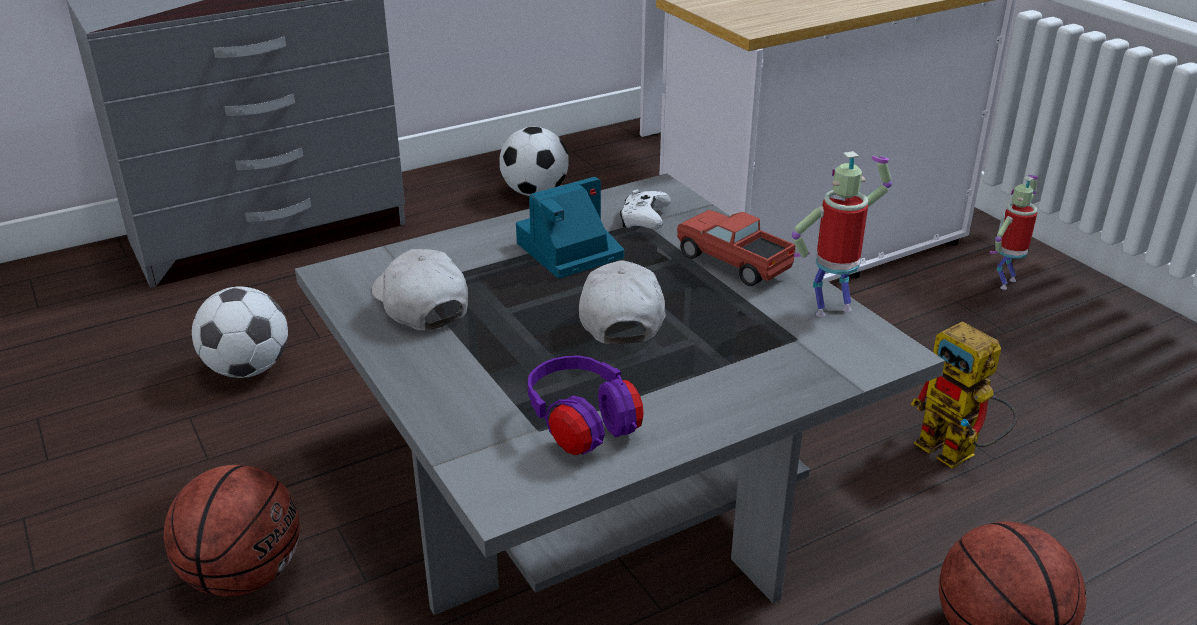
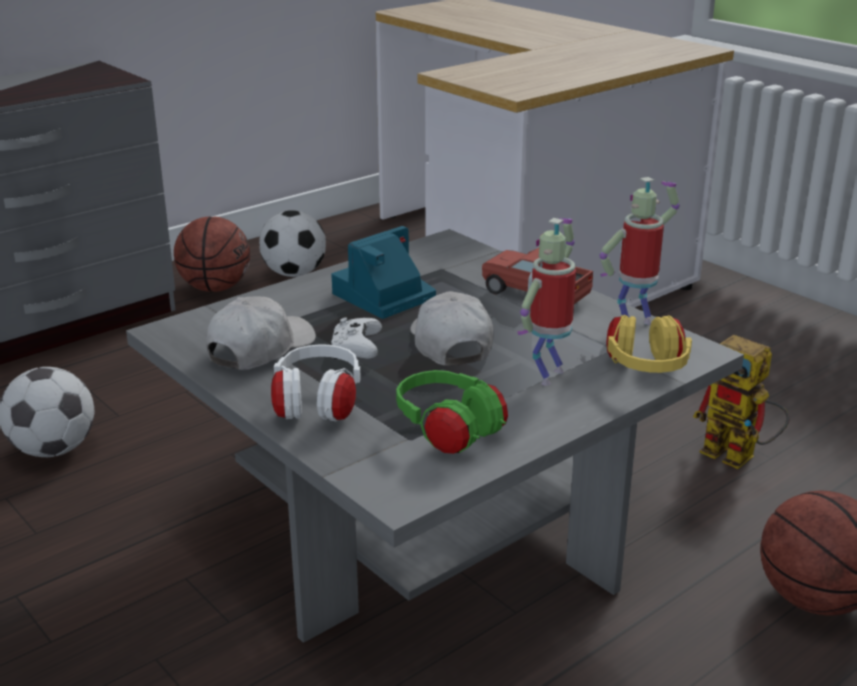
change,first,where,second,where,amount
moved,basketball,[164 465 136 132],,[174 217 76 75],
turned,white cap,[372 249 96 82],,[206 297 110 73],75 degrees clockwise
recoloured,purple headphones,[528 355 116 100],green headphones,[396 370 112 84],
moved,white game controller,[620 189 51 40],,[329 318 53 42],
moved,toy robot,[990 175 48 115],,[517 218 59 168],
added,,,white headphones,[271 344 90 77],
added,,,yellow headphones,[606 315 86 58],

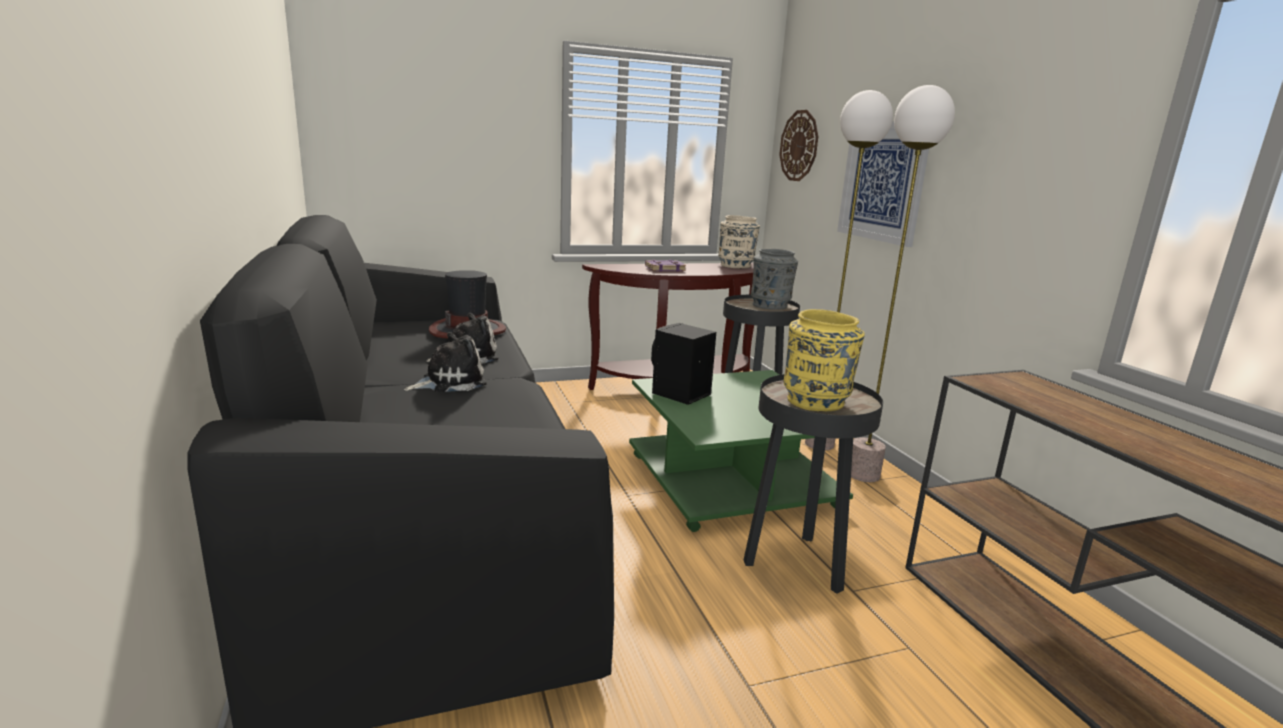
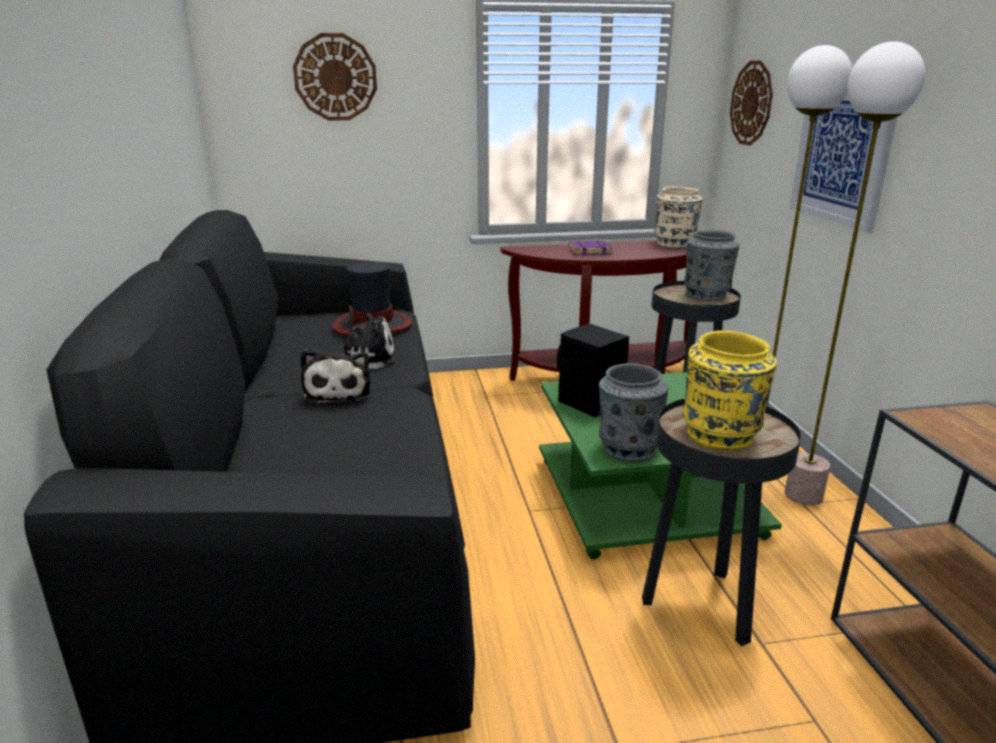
change,first,where,second,where,amount
turned,plush toy,[404 332 83 60],,[300 349 71 56],105 degrees clockwise
added,,,wall clock,[293 33 84 88],
added,,,grey vase,[599 363 70 99],

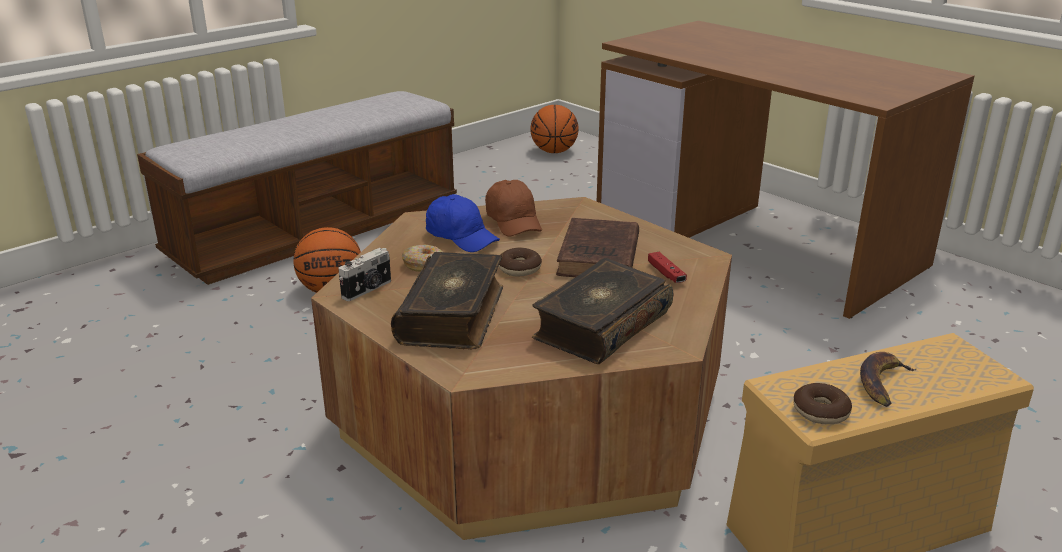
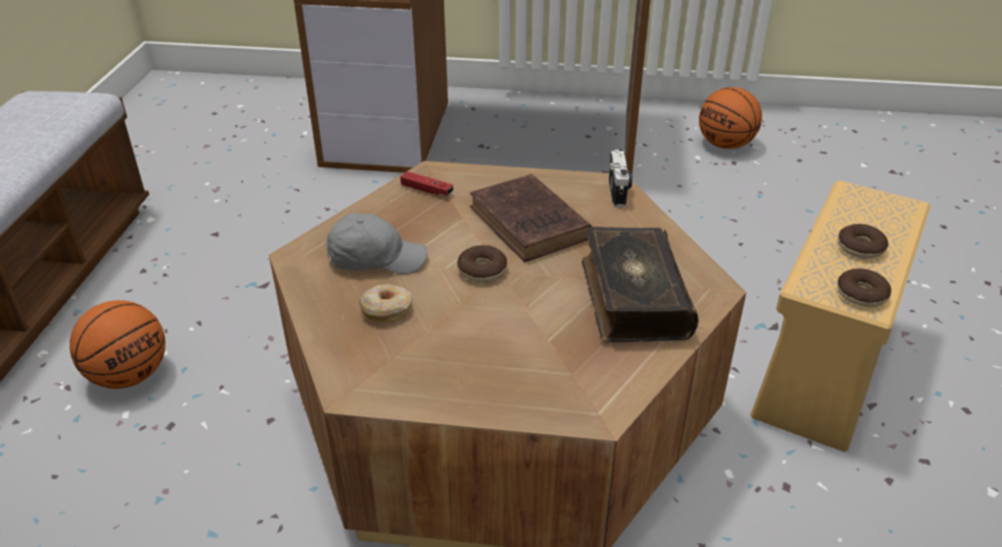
change,first,where,second,where,amount
moved,photo camera,[338 248 53 53],,[609 149 23 58],
removed,book,[391 252 112 97],,,
recoloured,blue cap,[426 194 74 58],grey cap,[326 213 101 61],
removed,brown cap,[485 180 57 57],,,
moved,basketball,[530 105 49 48],,[699 87 63 62],
moved,red game controller,[648 252 39 31],,[400 171 53 25],
replaced,banana,[860 352 56 55],donut,[838 224 50 34],

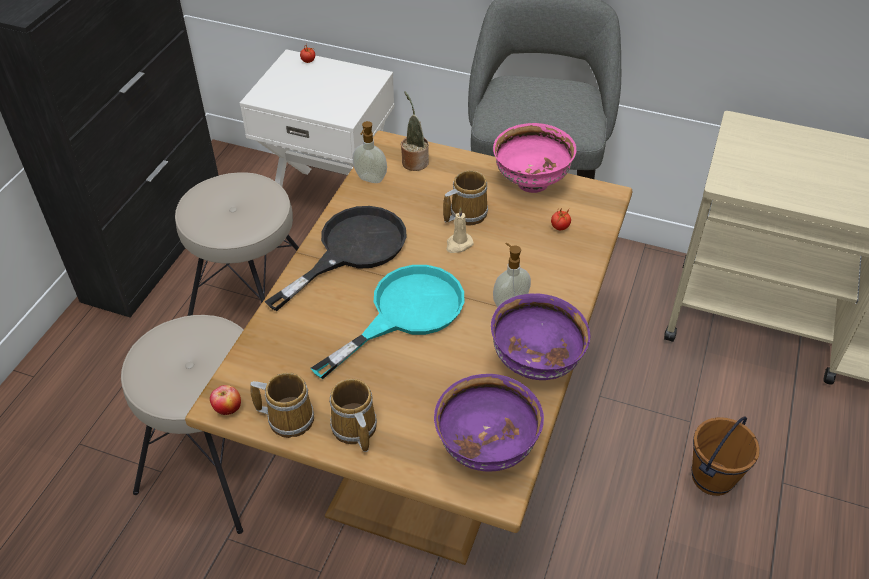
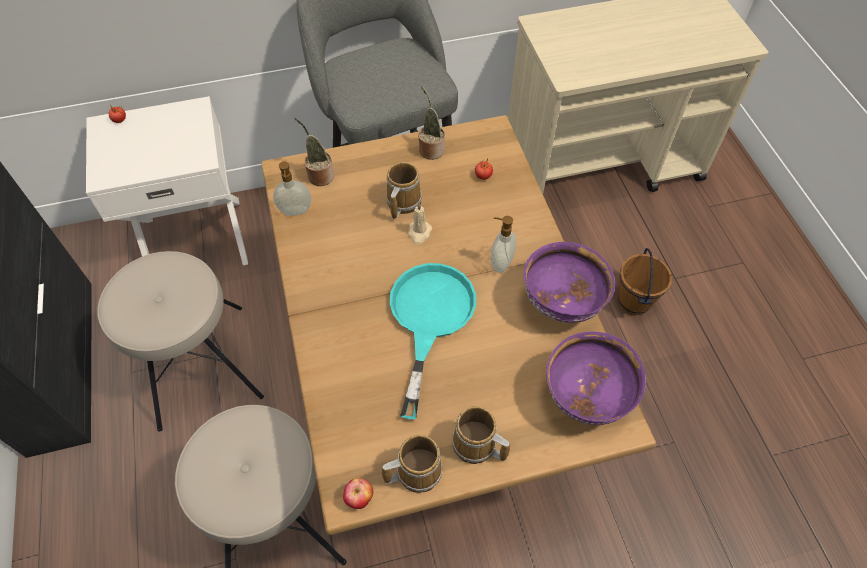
change,first,where,second,where,amount
removed,black frying pan,[265 206 142 105],,,
replaced,pink bowl,[493 123 83 70],potted plant,[418 86 27 74],

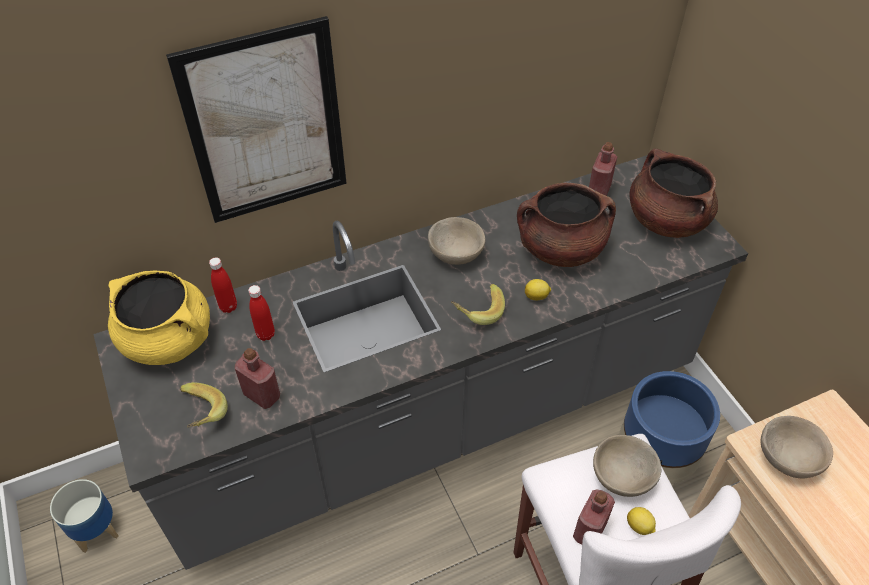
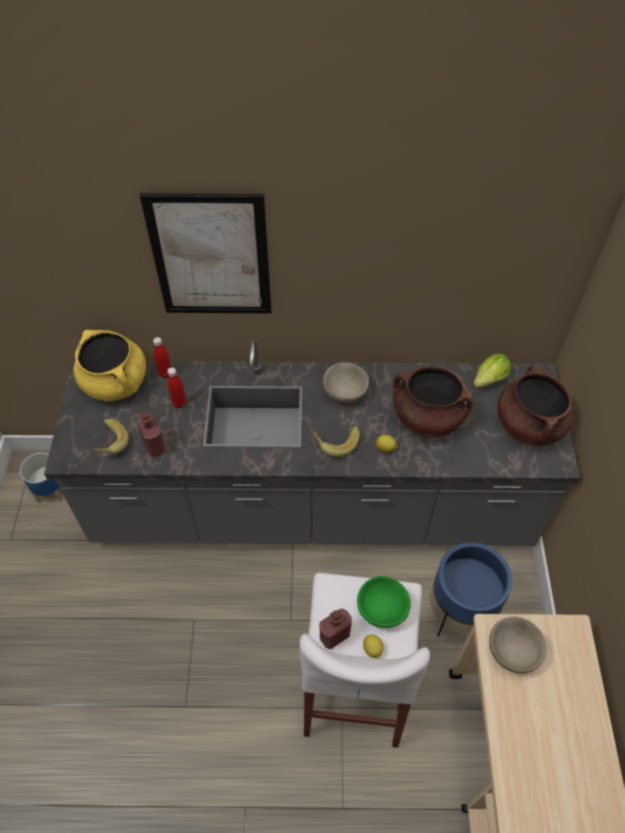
change,first,where,second,where,amount
replaced,red bottle,[589 142 28 54],lettuce,[473 353 38 35],
recoloured,beige bowl,[593 435 68 62],green bowl,[357 576 54 52],

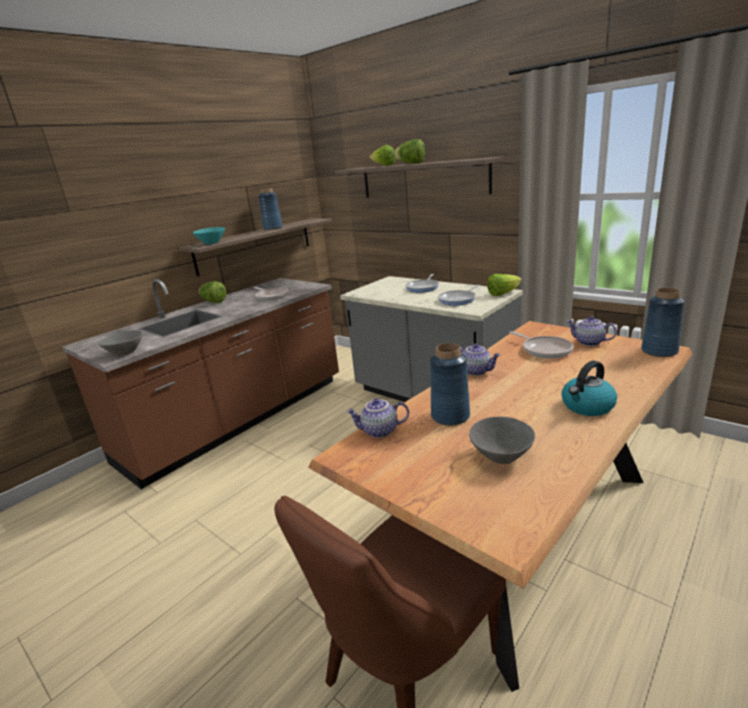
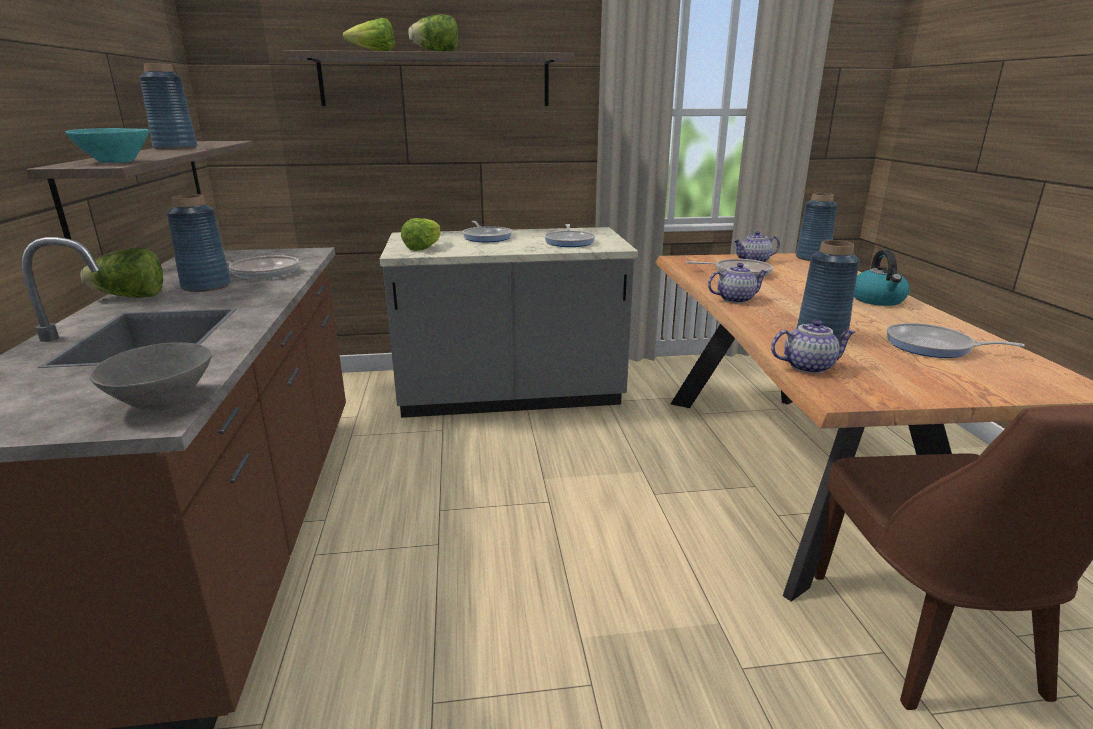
change,first,where,second,where,amount
turned,teapot,[346 398 63 40],,[771 320 84 54],135 degrees counterclockwise
replaced,grey bowl,[469 417 66 47],frying pan,[886 323 139 35],
moved,lettuce,[487 274 35 22],,[401 218 39 33],
added,,,blue vase,[166 195 65 97],

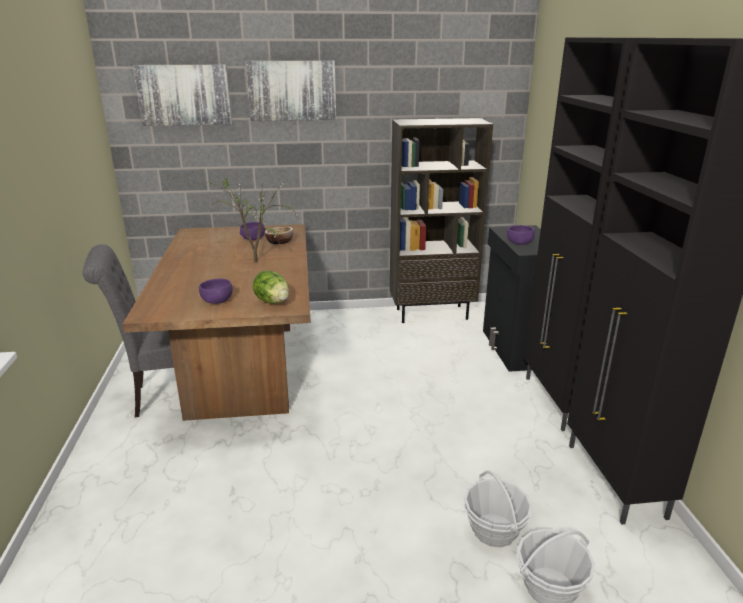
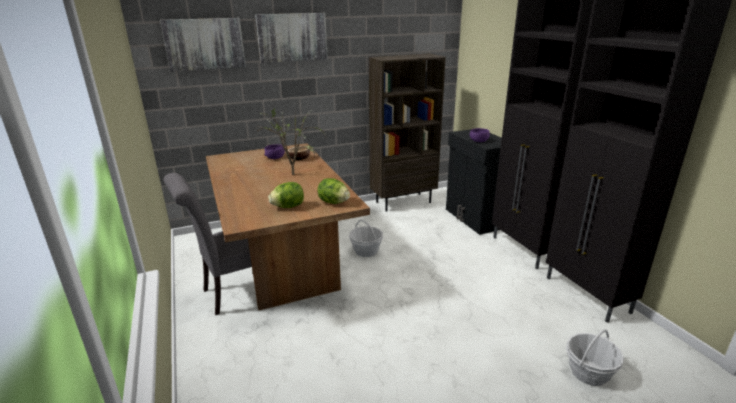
change,first,where,second,where,amount
replaced,purple bowl,[199 279 34 25],lettuce,[268 182 36 26],
moved,basket,[464 470 68 77],,[349 220 34 37],

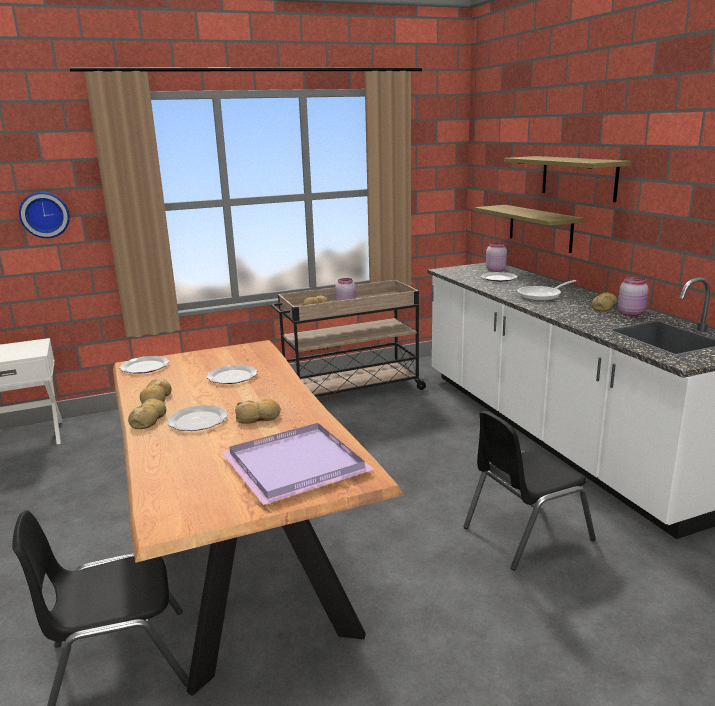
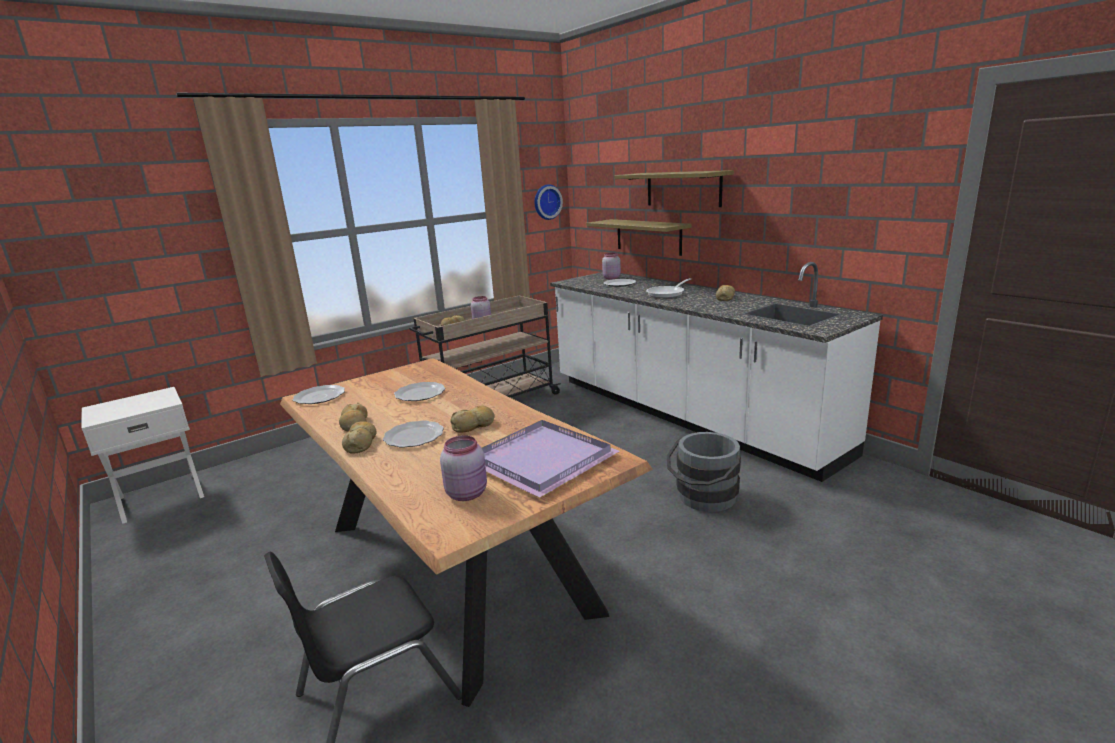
change,first,where,second,where,amount
moved,wall clock,[19 192 51 46],,[534 184 29 36],
replaced,black chair,[463 411 133 160],grey bucket,[667 432 74 80],
moved,pink jar,[618 277 31 39],,[440 435 47 66],

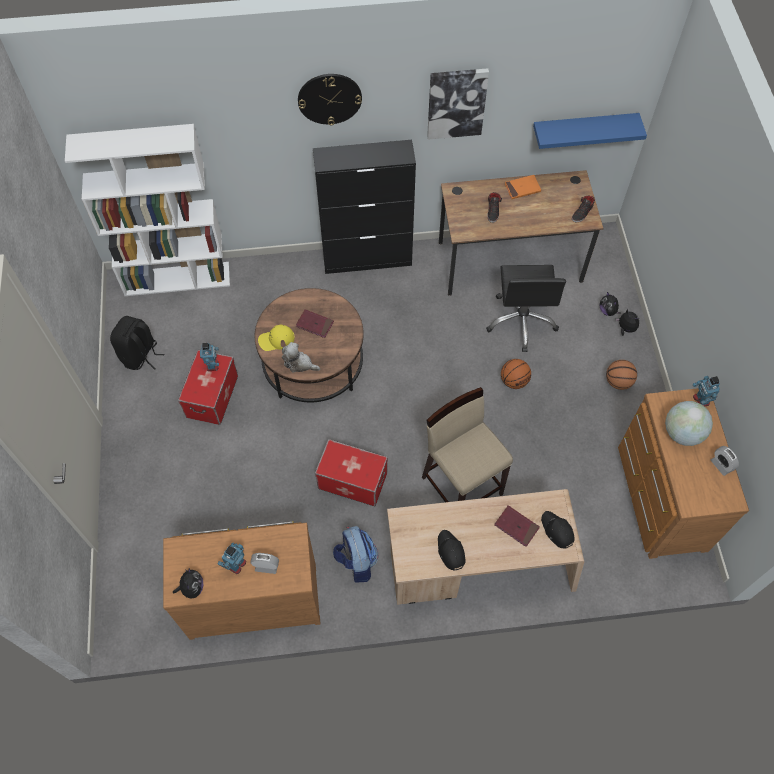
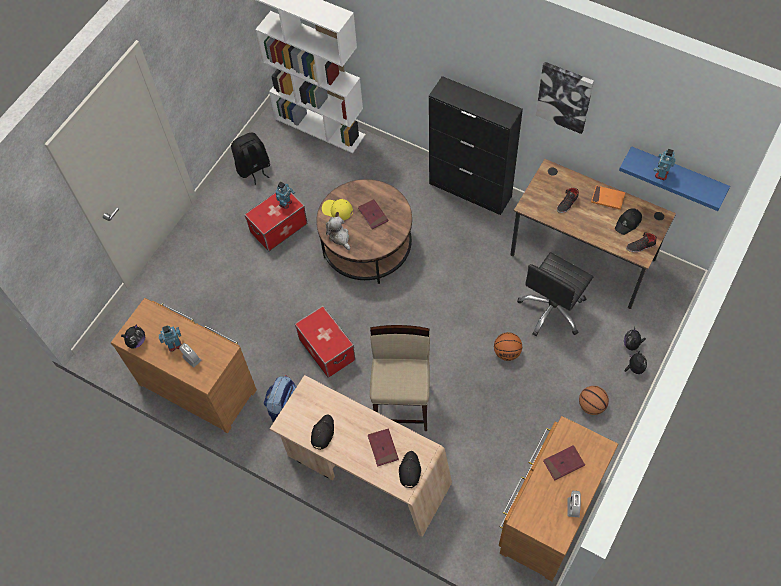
change,first,where,second,where,amount
removed,wall clock,[298 74 64 52],,,
replaced,globe,[665 401 48 45],red book,[543 445 42 36],
moved,toy robot,[693 376 27 31],,[654 149 22 32],
added,,,black cap,[615 208 27 27],

